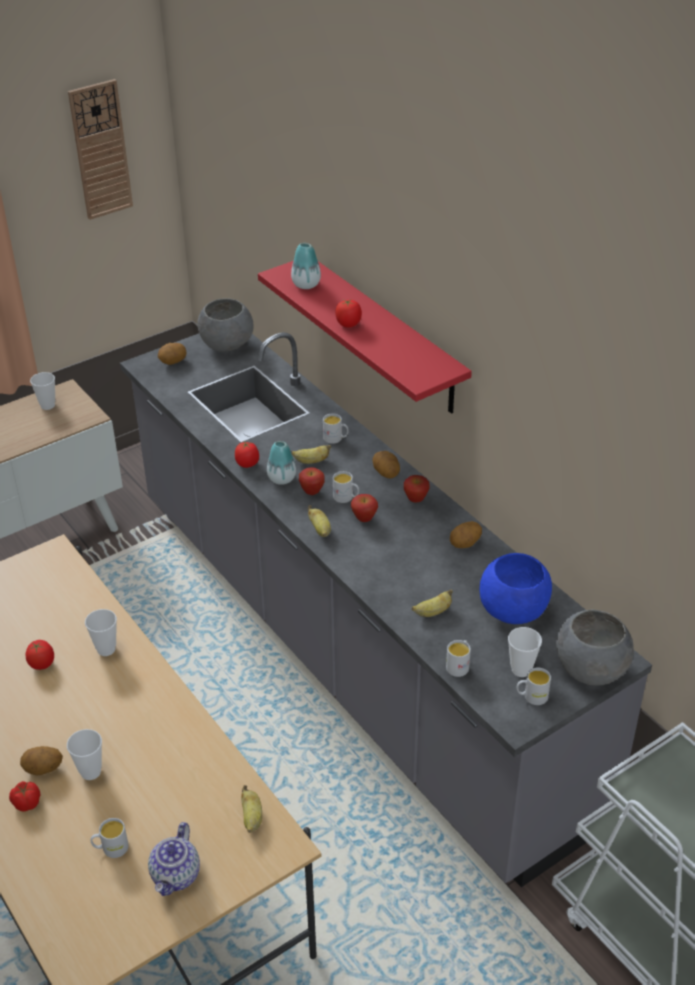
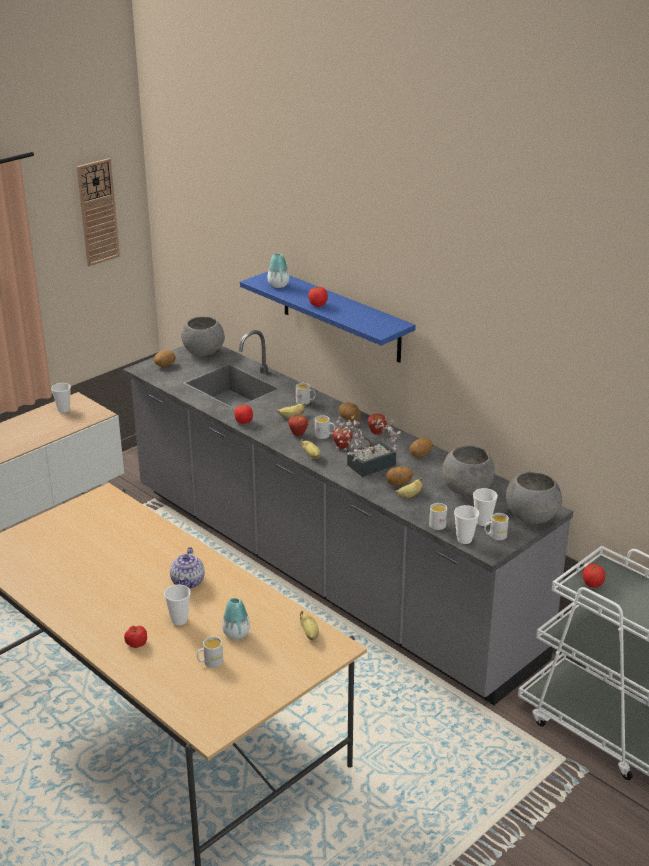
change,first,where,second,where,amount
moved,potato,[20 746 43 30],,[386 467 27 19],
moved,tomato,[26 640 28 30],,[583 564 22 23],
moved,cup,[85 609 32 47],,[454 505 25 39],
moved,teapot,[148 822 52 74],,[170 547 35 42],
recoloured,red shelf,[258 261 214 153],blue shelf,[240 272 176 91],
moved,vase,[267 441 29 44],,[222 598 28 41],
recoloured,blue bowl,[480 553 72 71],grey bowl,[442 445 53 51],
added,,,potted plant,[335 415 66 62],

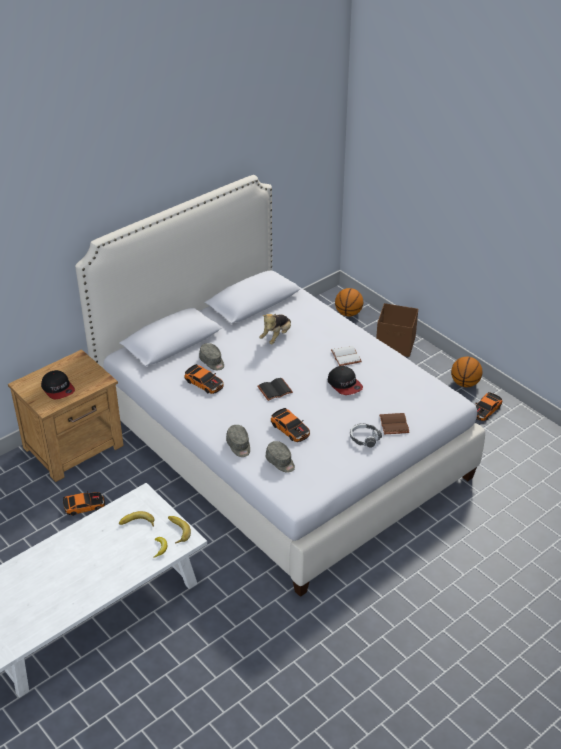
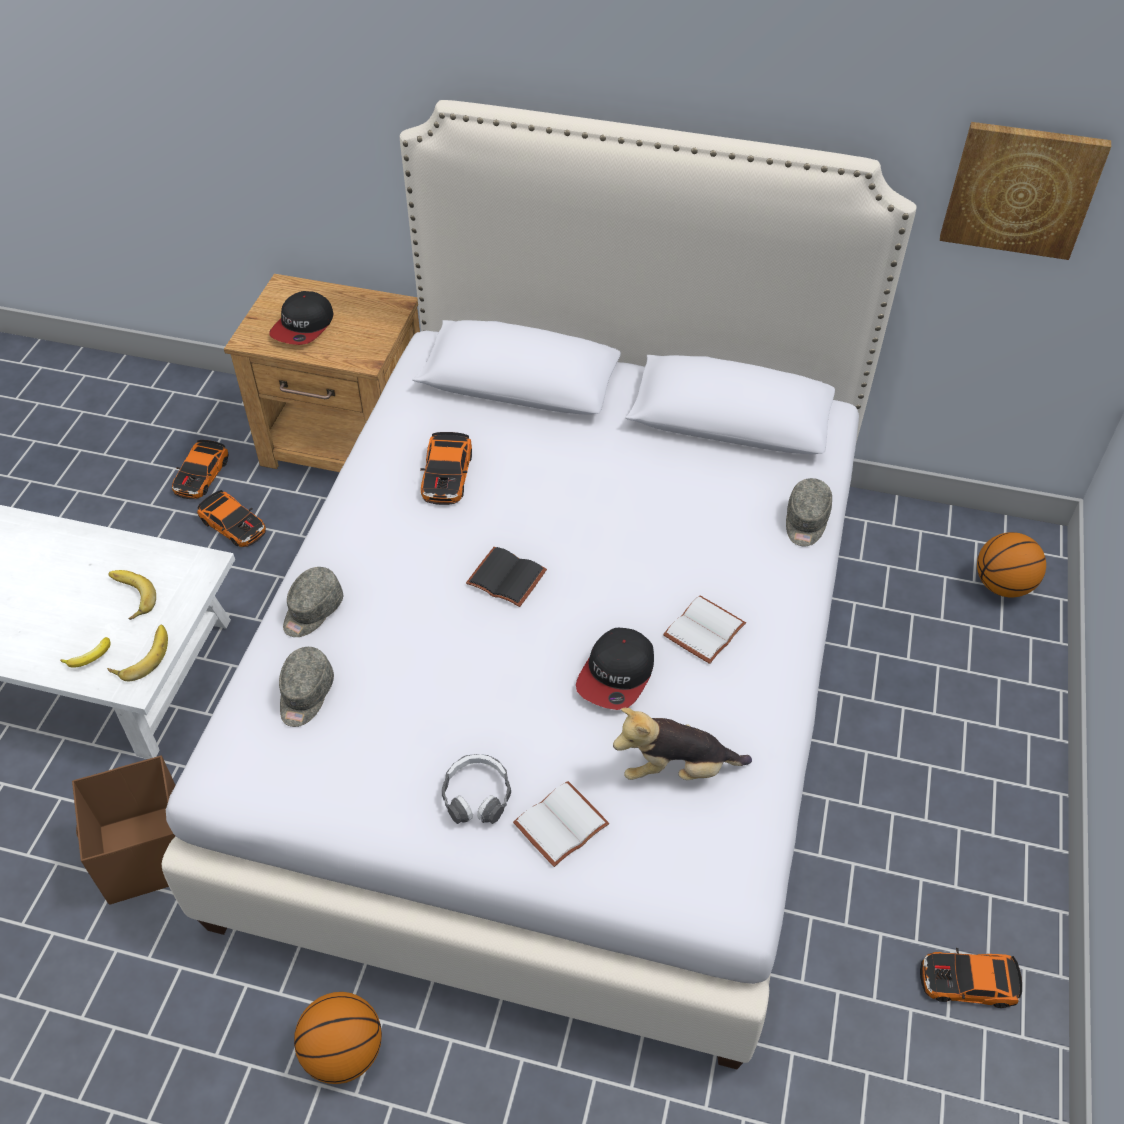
change,first,where,second,where,amount
moved,grey cap,[199 343 25 27],,[786 478 46 68],
moved,plush toy,[259 314 32 30],,[613 708 139 72],
moved,toy car,[271 408 39 34],,[172 440 57 59],
moved,brown storage box,[376 303 42 54],,[72 756 103 149],
recoloured,brown book,[379 413 31 21],white book,[513 781 96 86],
moved,basketball,[451 357 32 30],,[294 992 88 92],
added,,,picture,[940 122 171 138],

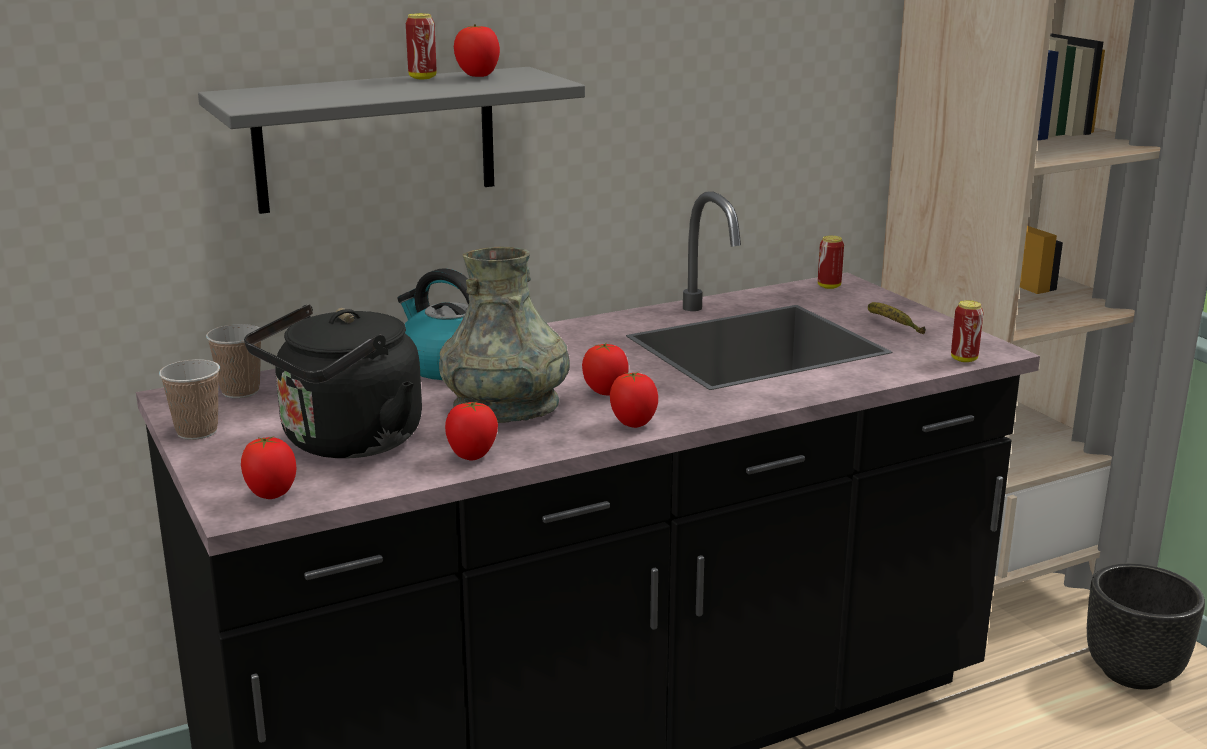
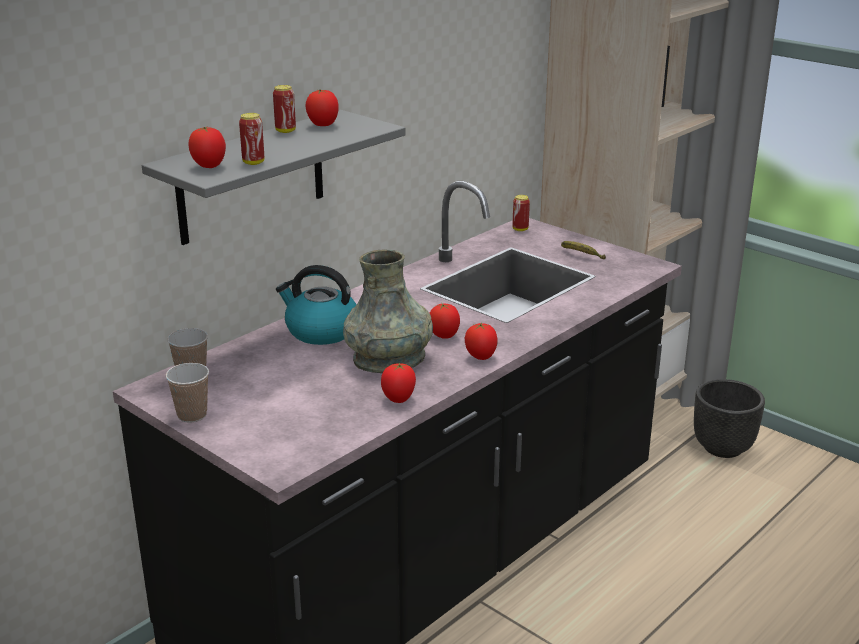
change,first,where,second,where,amount
moved,tomato,[241 436 55 63],,[188 126 38 42],
removed,black kettle,[244 304 178 154],,,
moved,can,[951 300 33 62],,[239 113 25 52],

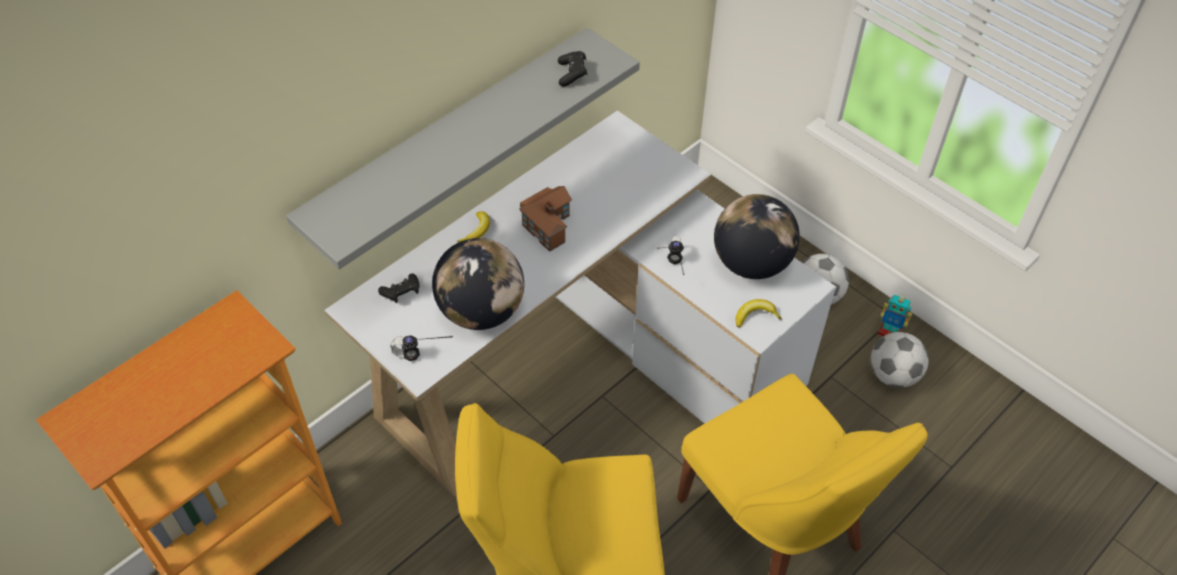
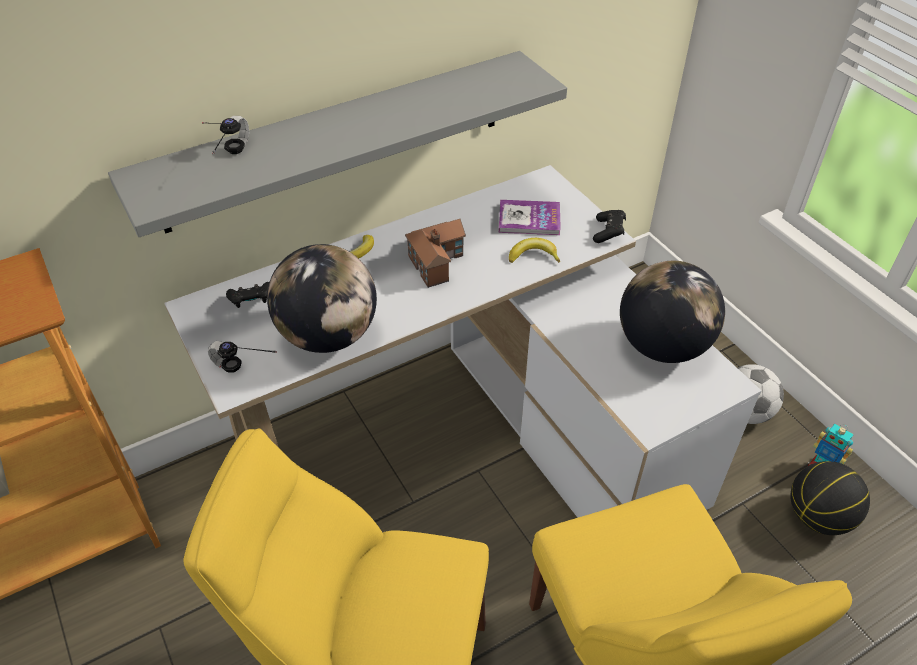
change,first,where,second,where,amount
moved,black game controller,[558 51 29 36],,[593 210 33 33],
moved,headphones,[657 236 27 39],,[202 116 47 38],
moved,banana,[735 299 46 29],,[509 238 51 25],
replaced,football,[871 332 58 56],basketball,[790 461 80 74],
added,,,book,[499 200 62 35],

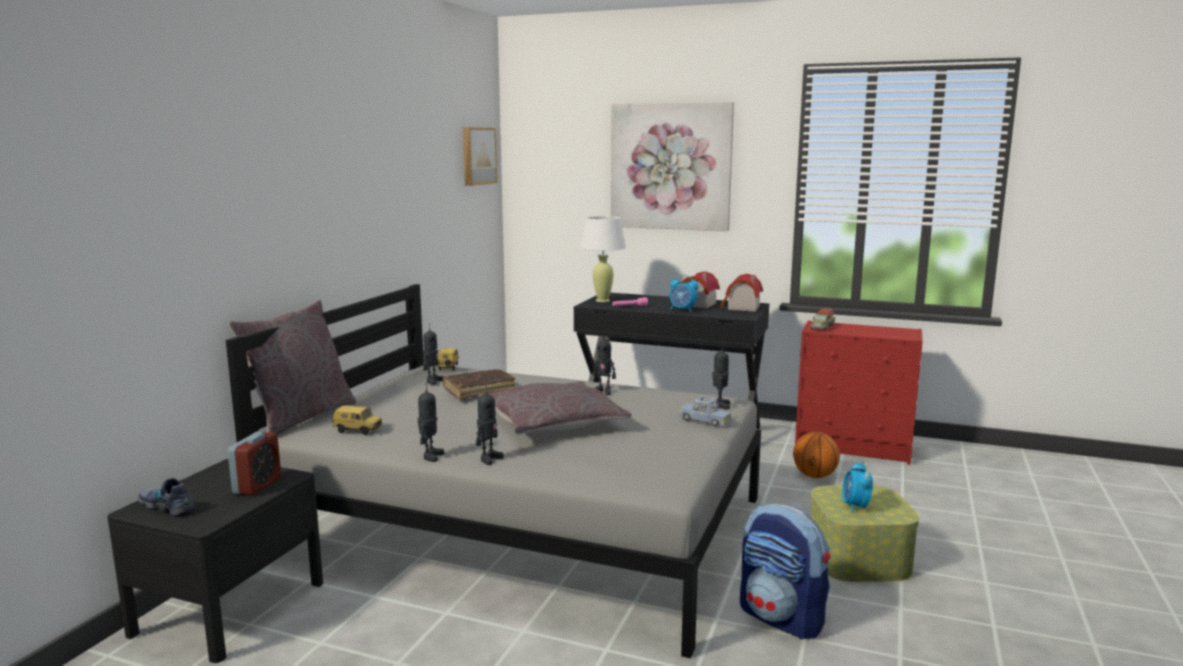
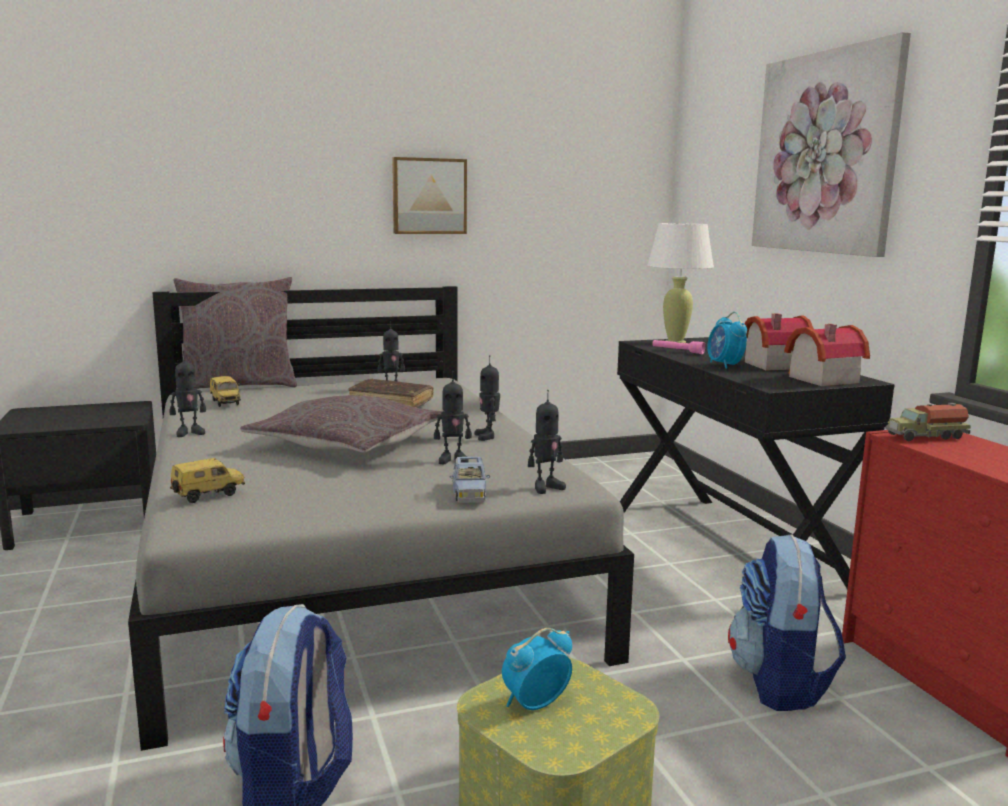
change,first,where,second,where,amount
removed,shoe,[138 478 57 39],,,
removed,alarm clock,[228 432 53 64],,,
moved,toy car,[437 348 22 22],,[170 458 75 45],
moved,picture,[463 127 34 59],,[392 157 75 77],
moved,toy robot,[476 385 28 80],,[434 371 38 93],
replaced,basketball,[793 432 47 46],backpack,[728 534 118 177],

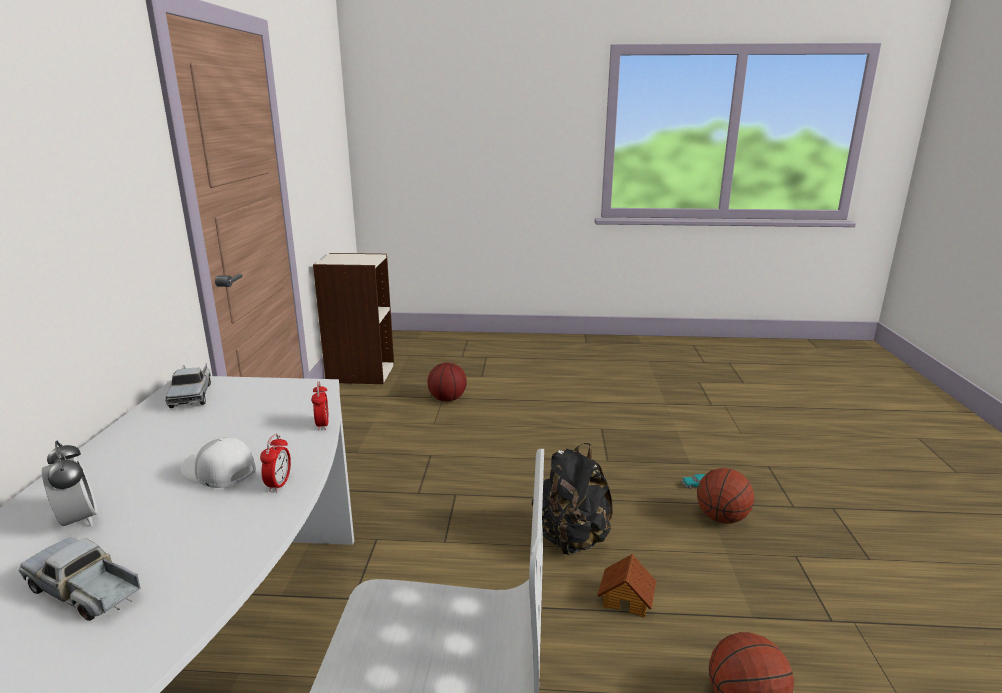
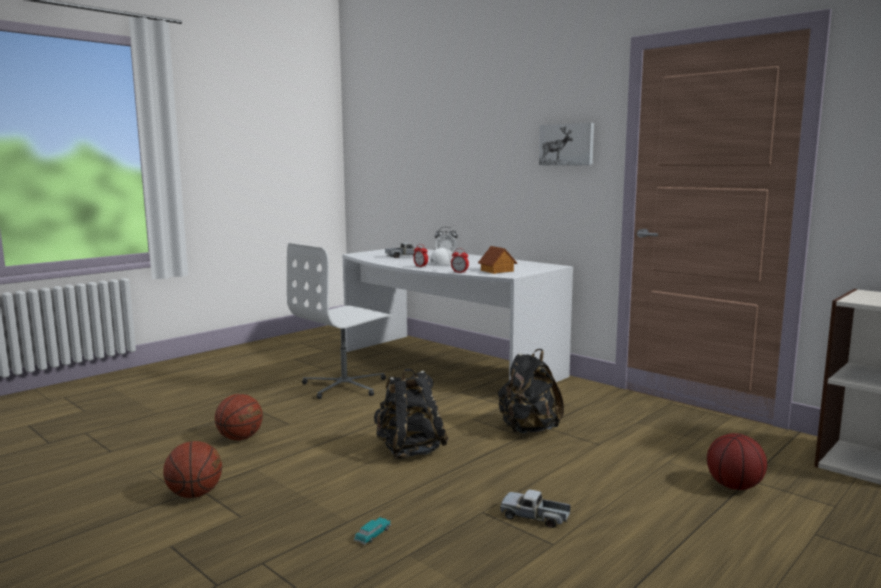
change,first,where,second,where,amount
moved,toy truck,[165 363 46 45],,[500 489 71 39],
moved,toy house,[597 554 59 64],,[478 246 39 28],
moved,basketball,[697 468 57 56],,[163 441 59 57],
added,,,black backpack,[498 349 66 85],
added,,,picture,[539 123 55 43],

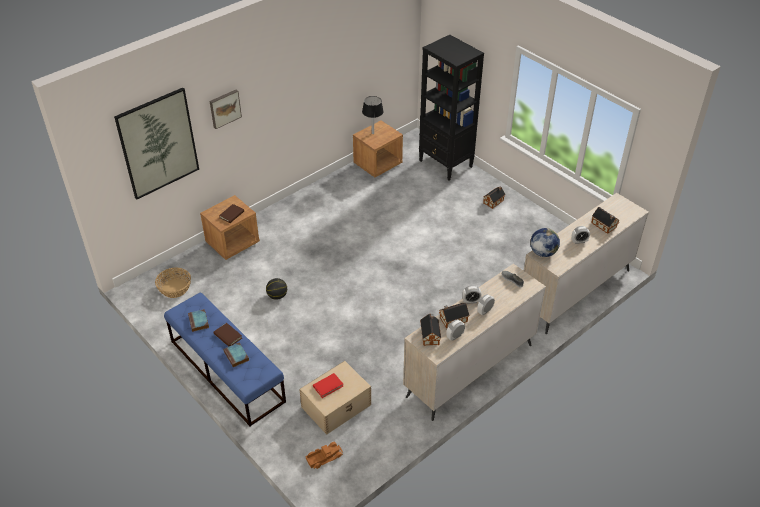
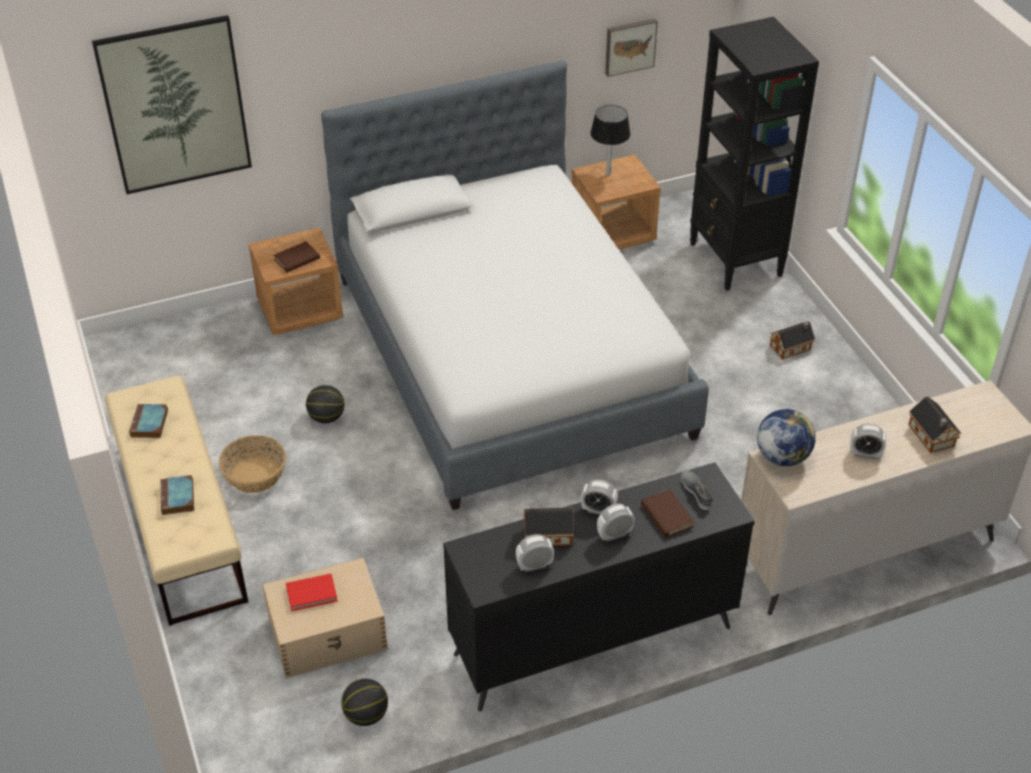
change,first,where,second,where,amount
moved,basket,[155 268 36 30],,[219 435 67 58],
recoloured,blue bench,[164 293 122 133],beige bench,[105 376 143 250],
moved,picture,[210 90 32 39],,[605 19 53 58],
moved,brown book,[213 323 29 24],,[641 489 54 49],
removed,toy truck,[305 442 38 27],,,
recoloured,beige dresser,[403 264 143 157],black dresser,[443 462 312 249],
removed,toy house,[420 314 21 32],,,
added,,,bed,[321 61 388 449],
added,,,basketball,[341 679 47 47],

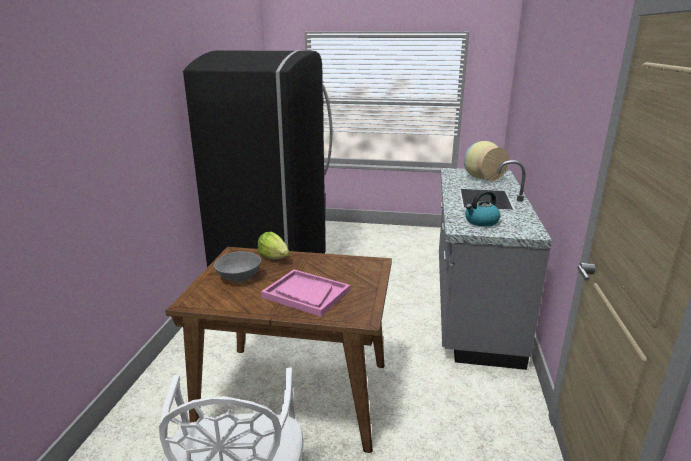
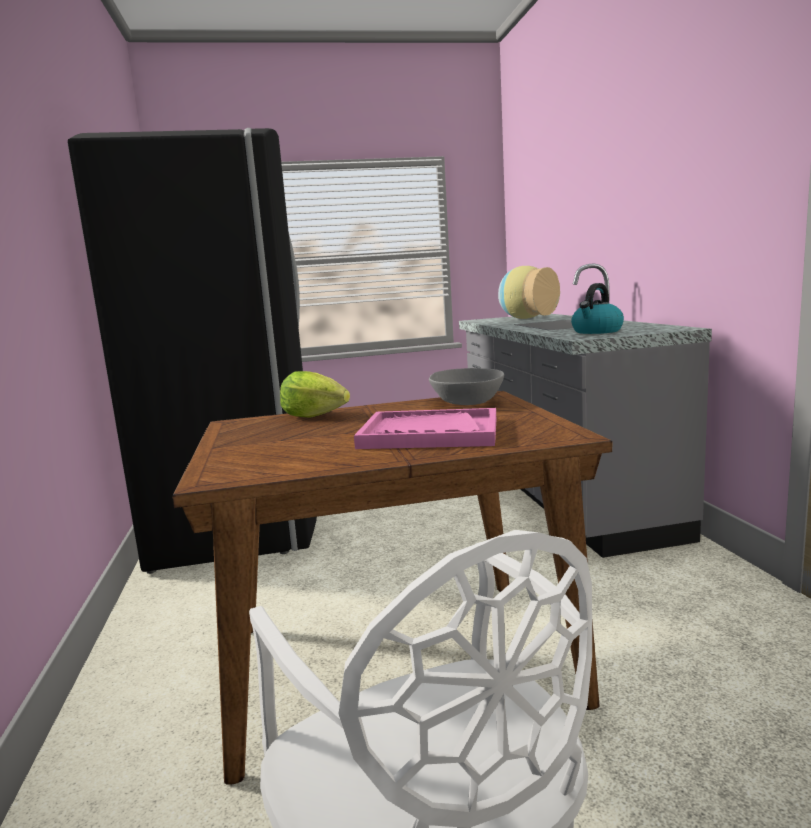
change,first,where,second,where,amount
moved,grey bowl,[214 251 47 31],,[429 368 75 37],

